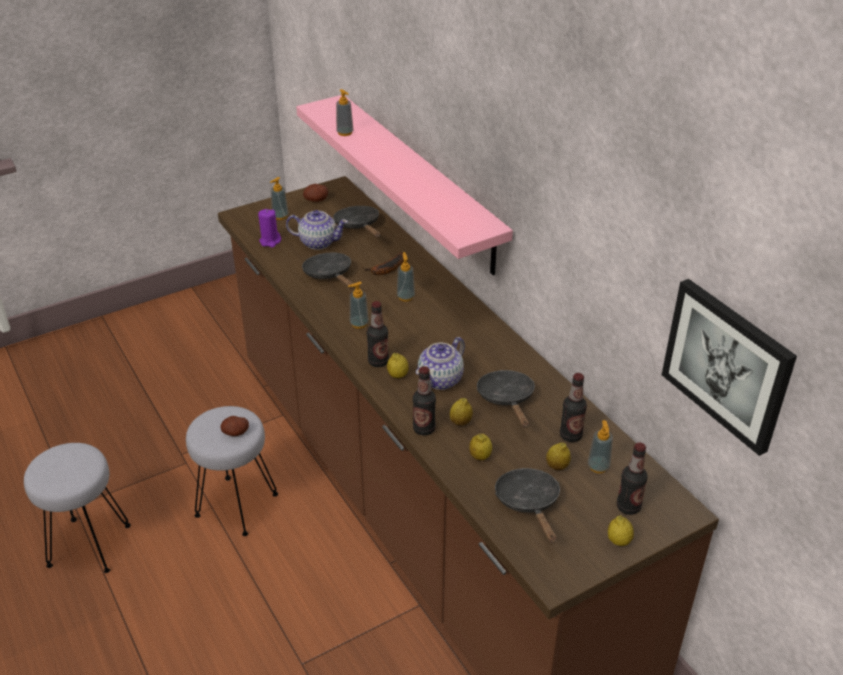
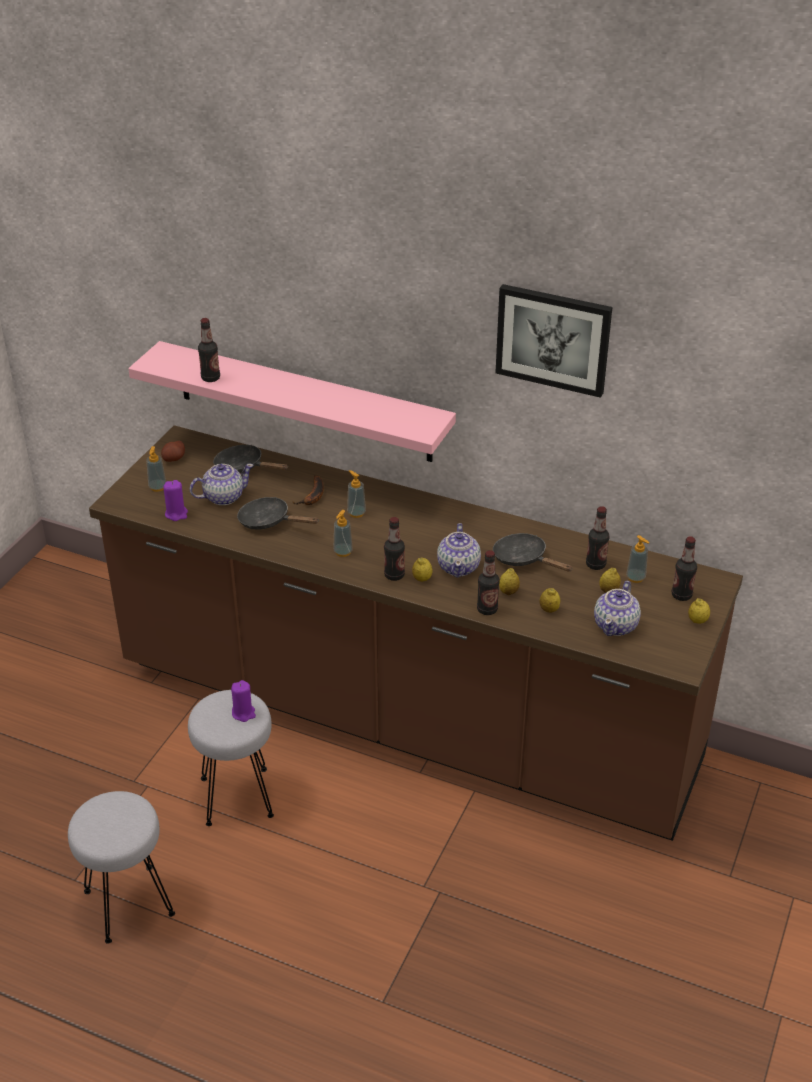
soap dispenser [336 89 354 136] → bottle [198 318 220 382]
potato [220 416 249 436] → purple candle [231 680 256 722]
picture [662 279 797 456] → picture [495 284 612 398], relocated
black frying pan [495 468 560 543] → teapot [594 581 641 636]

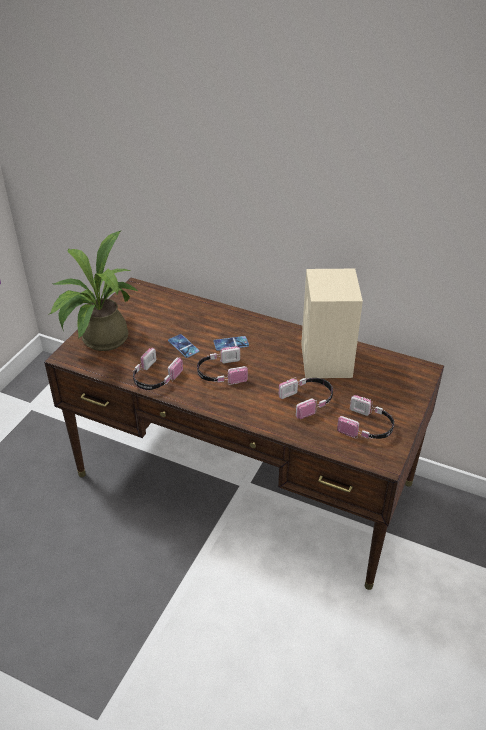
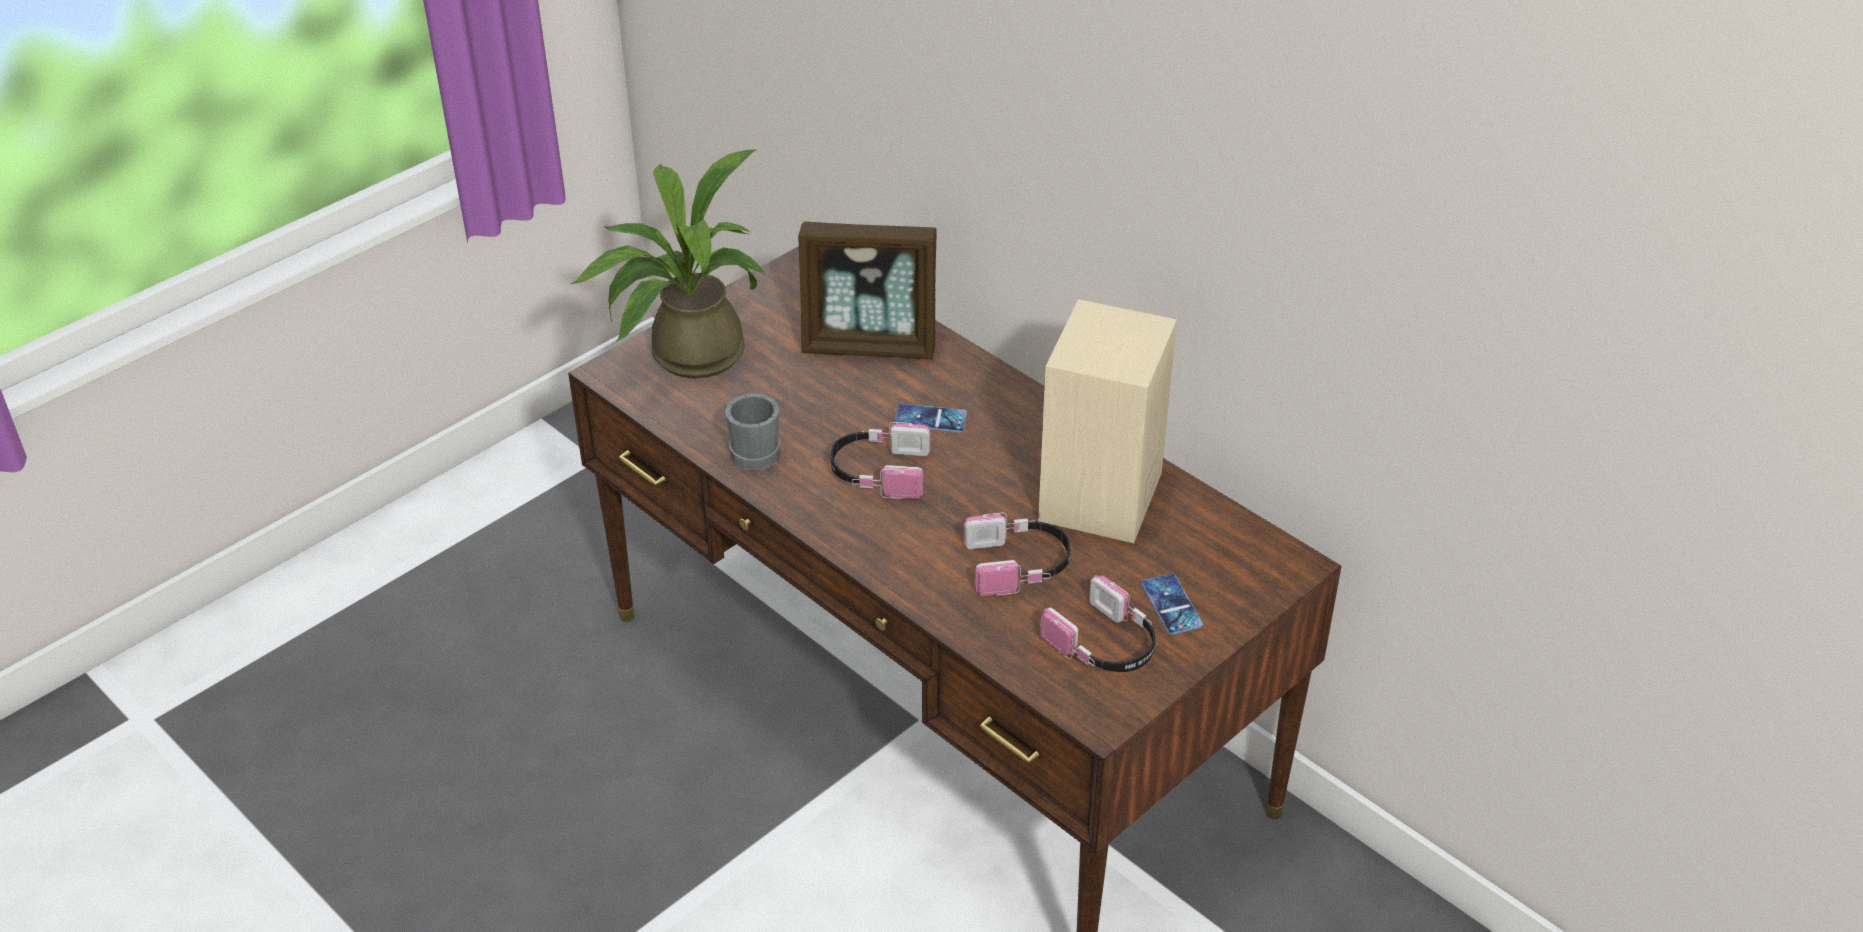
headphones [133 348 183 390] → grey mug [724 393 781 471]
- → picture frame [798 222 937 360]
phone [168 334 199 358] → phone [1141 573 1203 635], relocated

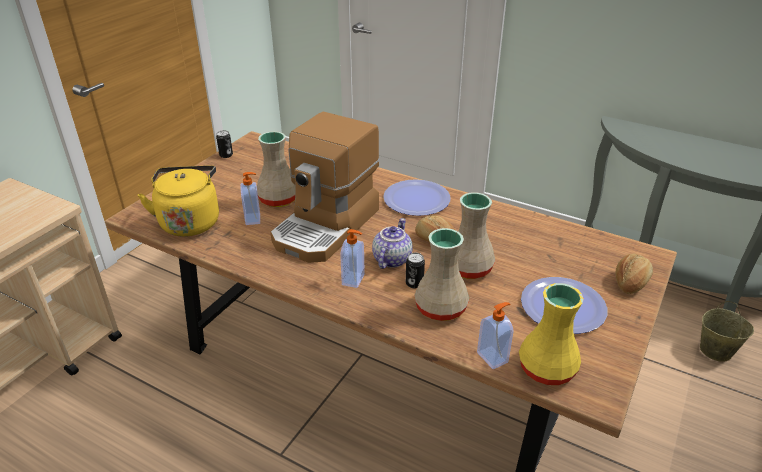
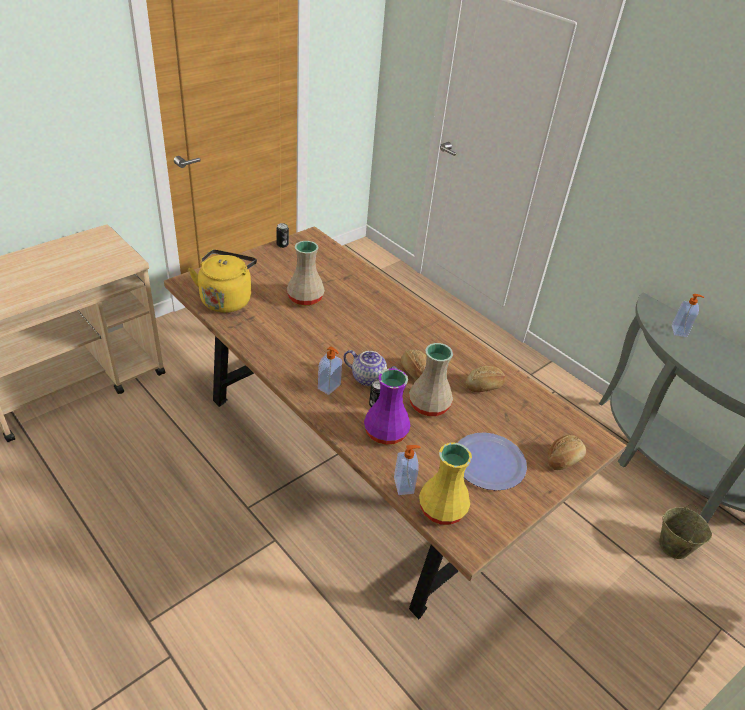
teapot [372 218 413 269] → teapot [343 350 398 386], 75 degrees clockwise
beige vase [414 228 469 321] → purple vase [364 368 411 445]
- → bread [466 366 506 392]
soap dispenser [241 172 260 225] → soap dispenser [672 294 704 337], relocated
coffee machine [270 111 380 263] → -
plate [383 179 451 216] → -

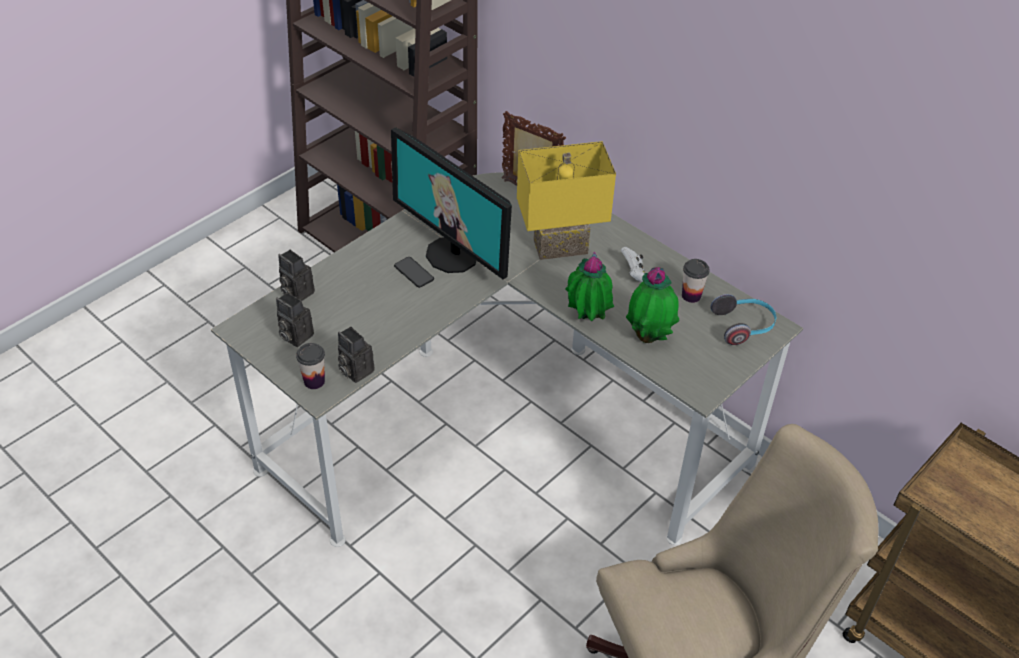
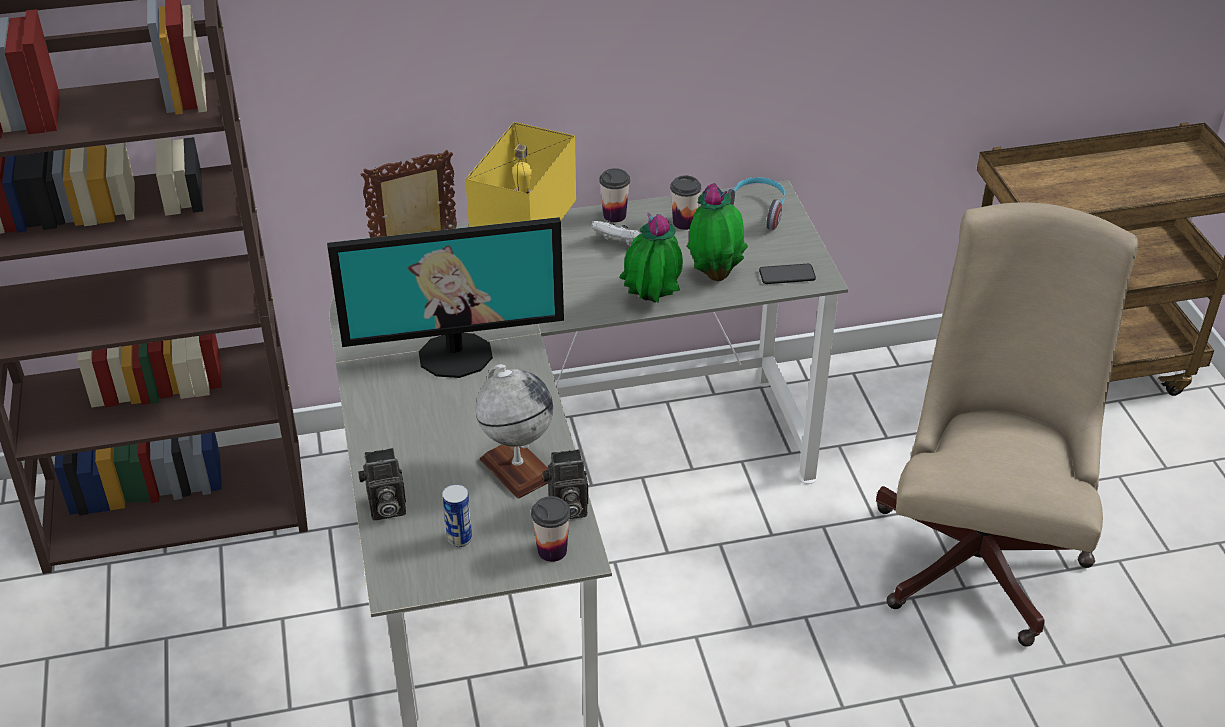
photo camera [276 292 314 347] → can [442 484 472 547]
- → globe [476 364 553 499]
- → cup [599 168 630 222]
phone [394 257 434 288] → phone [759 264 816 284], relocated

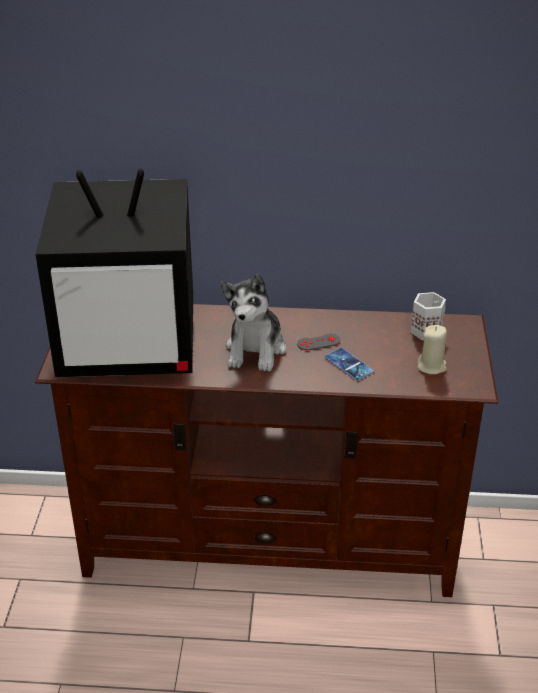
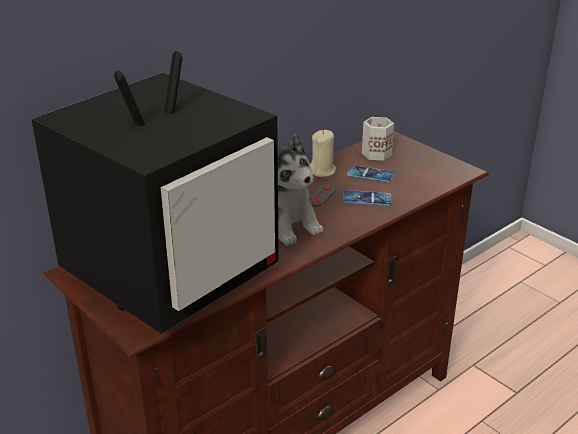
beige candle [417 325 447 375] → beige candle [310 130 336 177], relocated
- → phone [346 165 395 182]

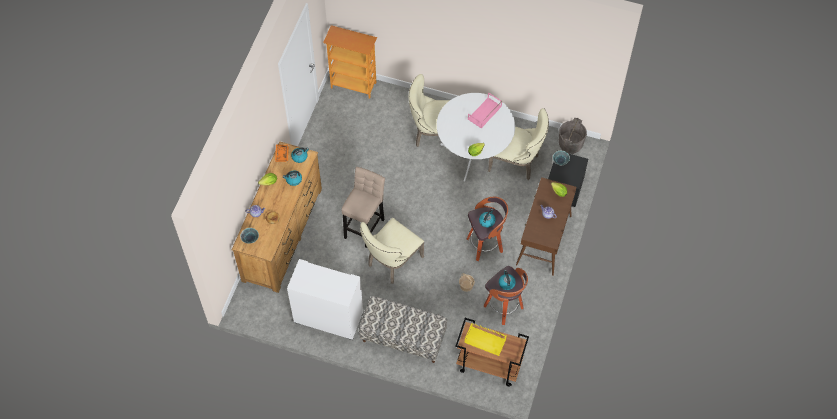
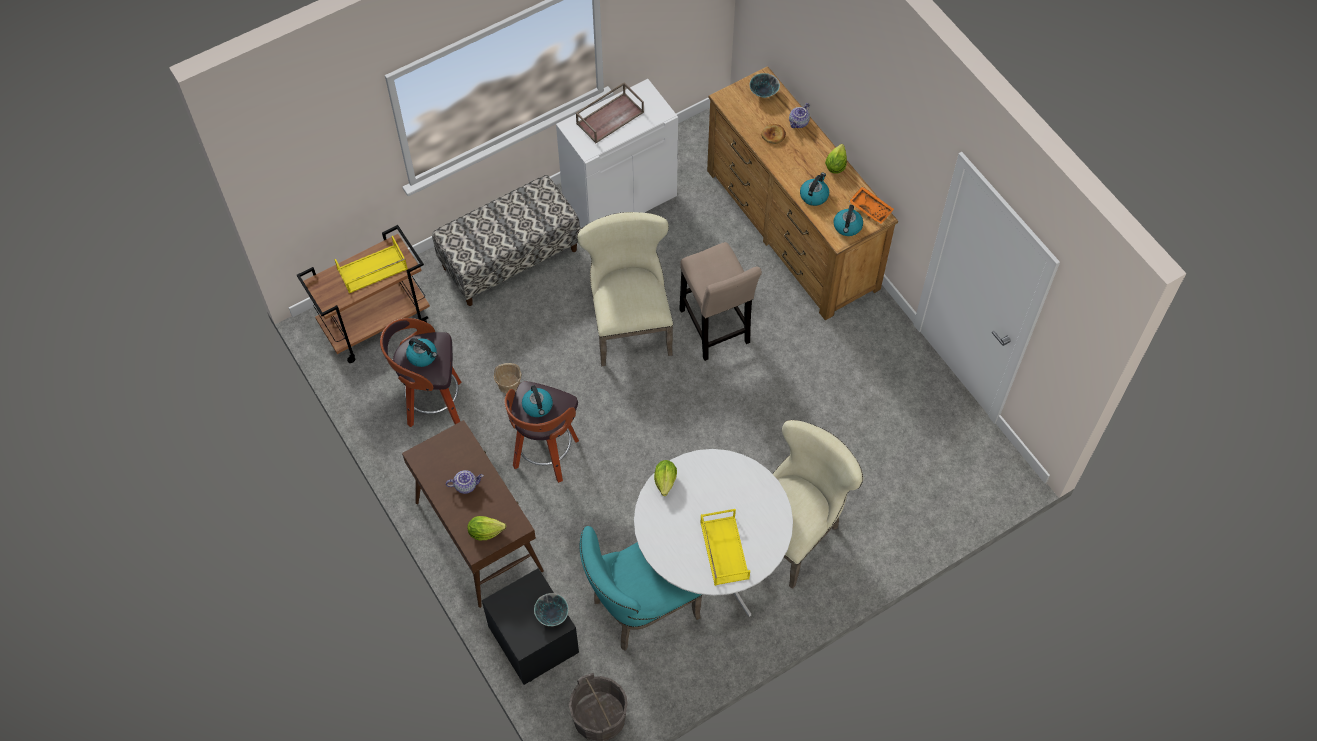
- → brown tray [576 82 644 143]
beige chair [488 108 549 180] → turquoise chair [580 526 702 651]
pink tray [468 92 502 128] → yellow tray [700 509 750 586]
bookcase [323 25 377 99] → -

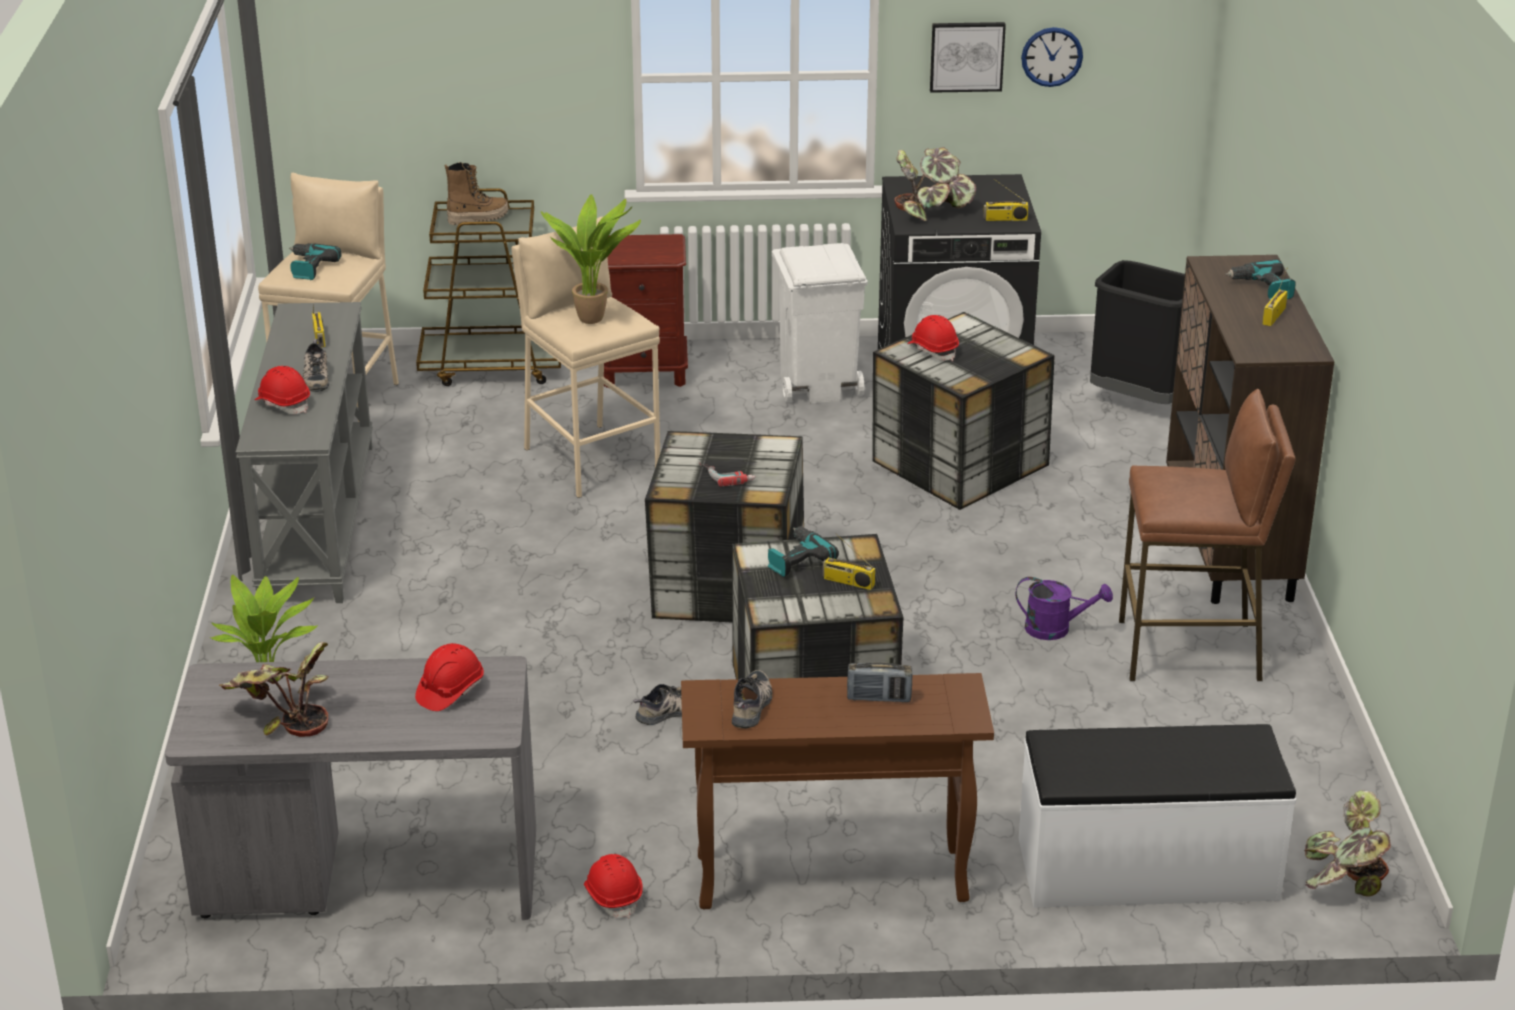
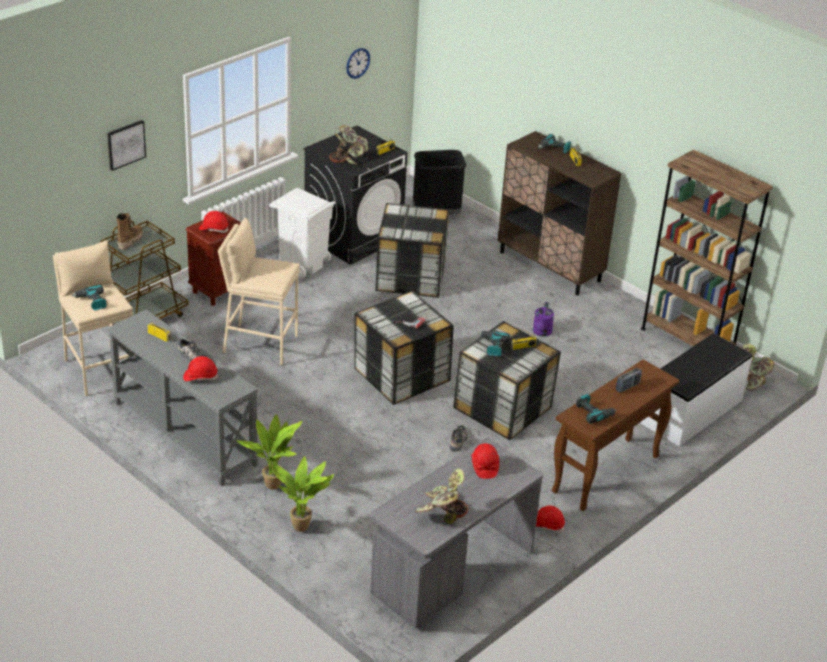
picture [930 22 1006 93] → picture [107 120 146 171], relocated
red hard hat [907 315 959 361] → red hard hat [199 211 229 233], relocated
potted plant [541 194 641 324] → potted plant [236 414 302 490], relocated
purple watering can [1016 577 1113 640] → purple watering can [533 302 554 337], 135 degrees clockwise
shoe [732 670 773 728] → power drill [576 394 617 424]
- → brown bookcase [641 150 773 346]
brown stool [1119 389 1296 681] → -

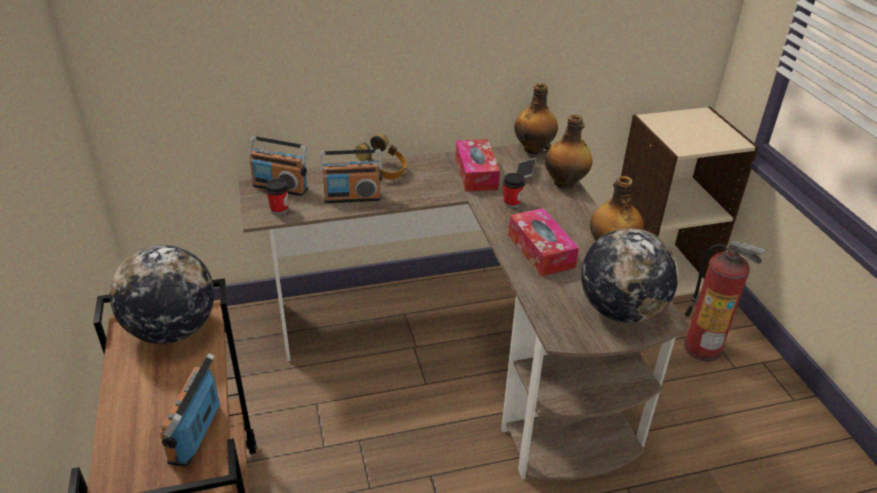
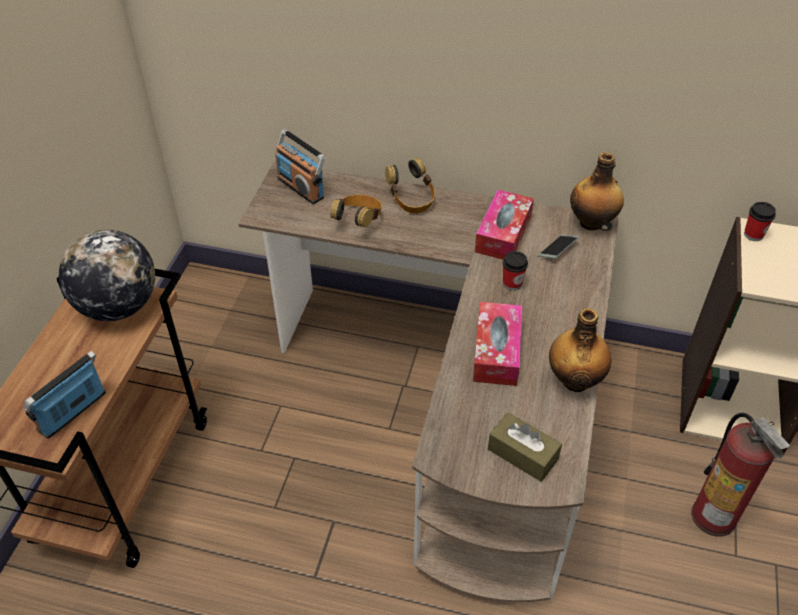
radio [319 149 382 203] → headphones [330 195 382 227]
globe [581 228 679 323] → brown tissue box [488 412 562 482]
cup [265 179 288 215] → cup [744 202 776 241], relocated
bottle [545 114 592 189] → -

